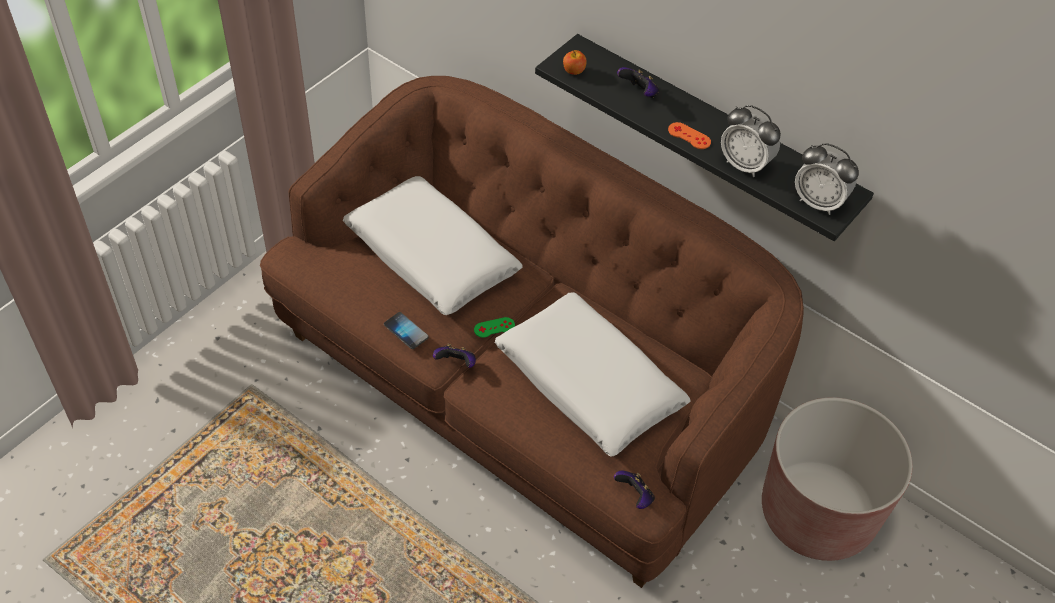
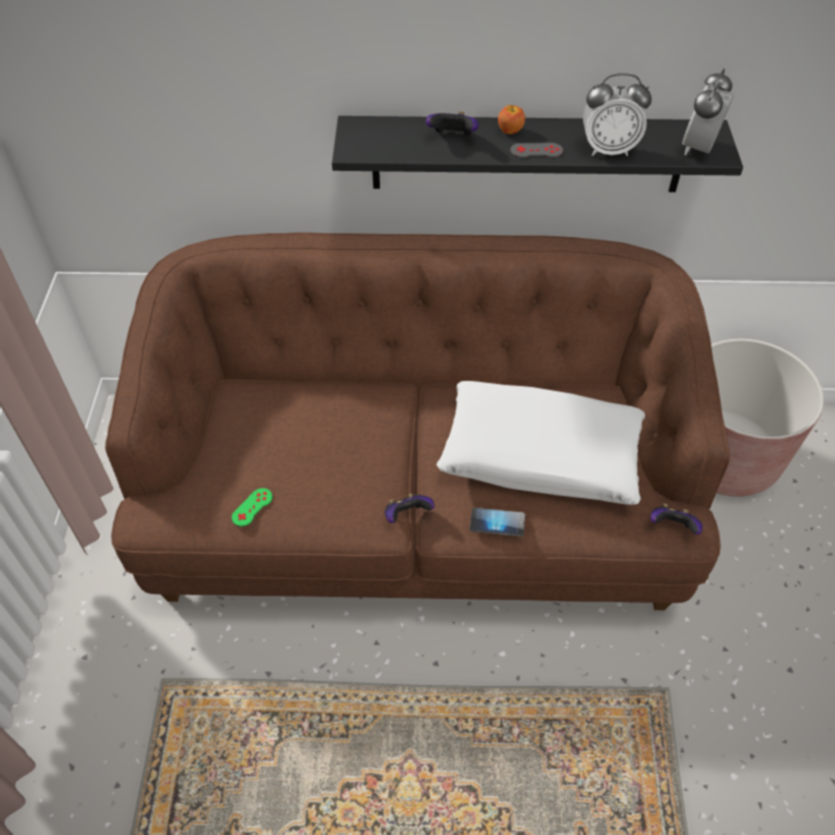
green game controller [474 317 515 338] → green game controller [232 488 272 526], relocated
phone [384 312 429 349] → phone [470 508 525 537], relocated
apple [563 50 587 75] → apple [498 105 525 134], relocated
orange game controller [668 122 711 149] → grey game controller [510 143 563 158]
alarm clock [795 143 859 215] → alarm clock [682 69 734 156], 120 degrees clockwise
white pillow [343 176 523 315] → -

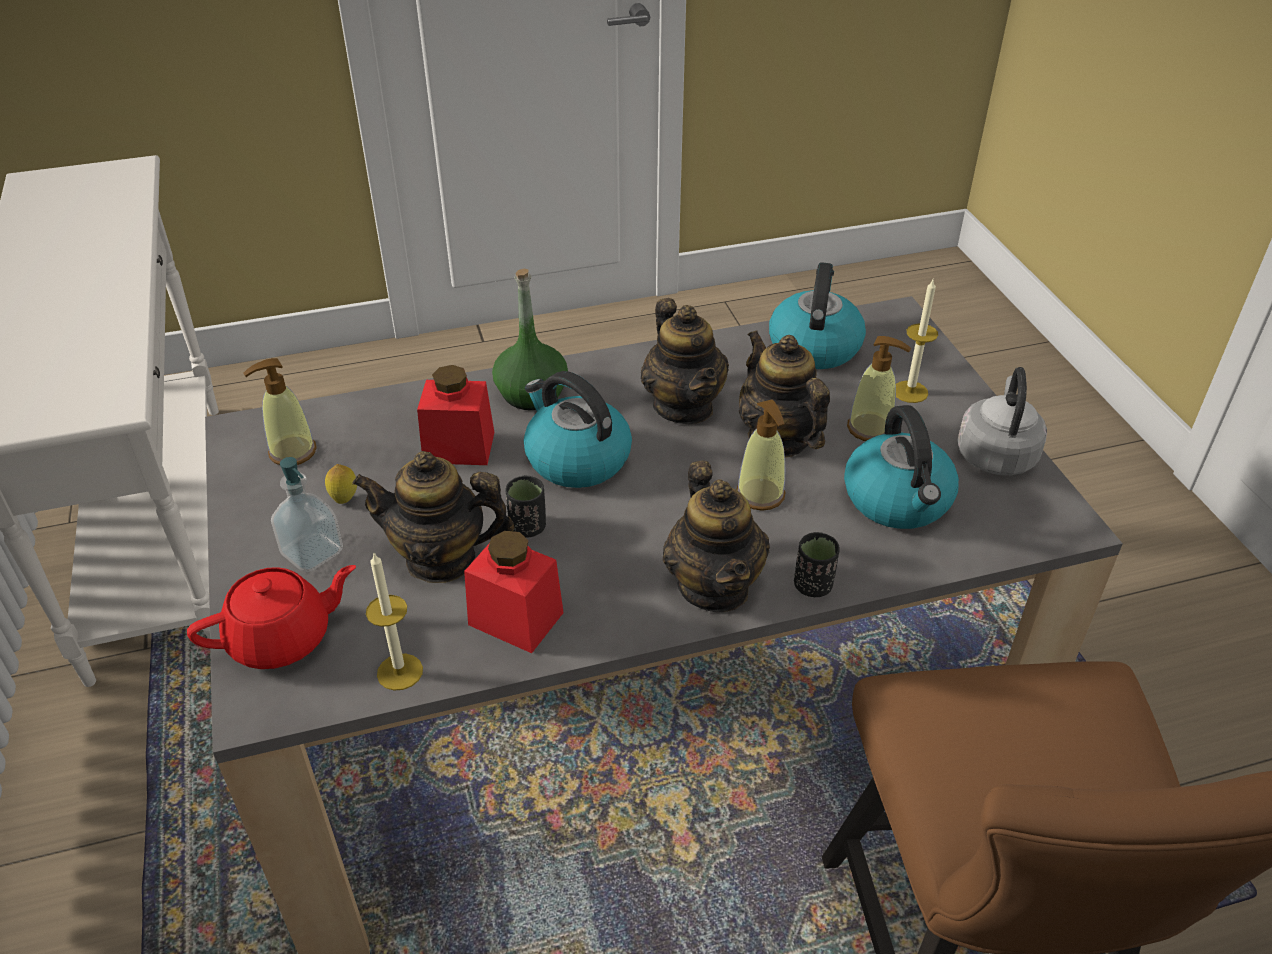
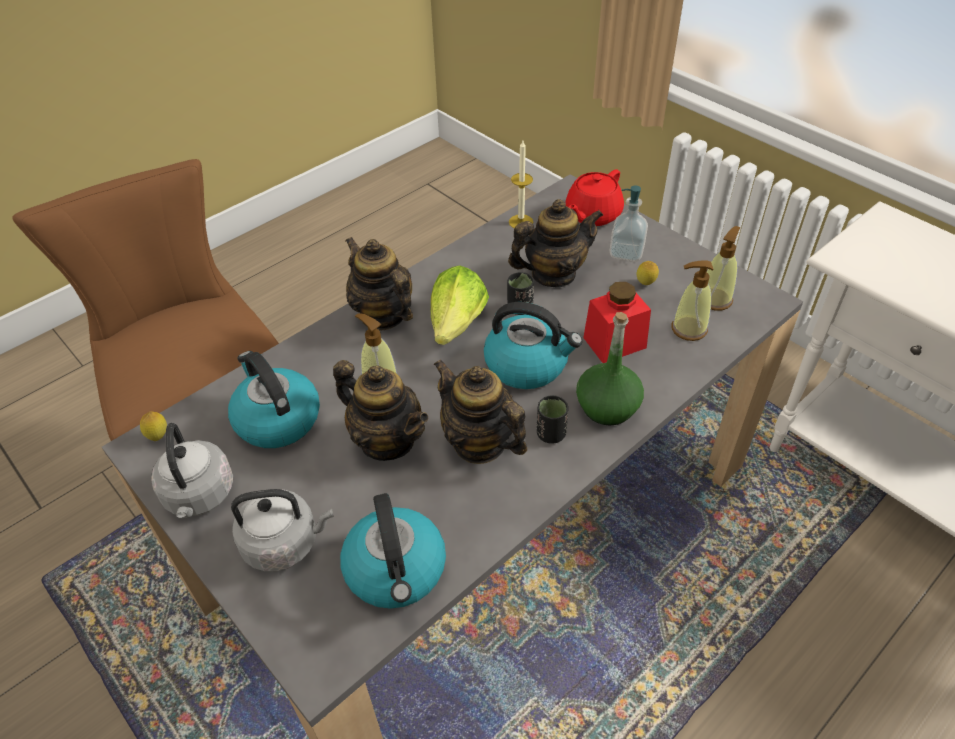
- → lemon [140 411 167 441]
candle [896 280 938 403] → grey kettle [231 489 334 572]
- → lettuce [430 265 489 345]
black cup [794 532 840 597] → black cup [537 395 568 444], relocated
soap dispenser [847 336 911 441] → soap dispenser [672 260 714 341], relocated
red jar [464 531 564 653] → -

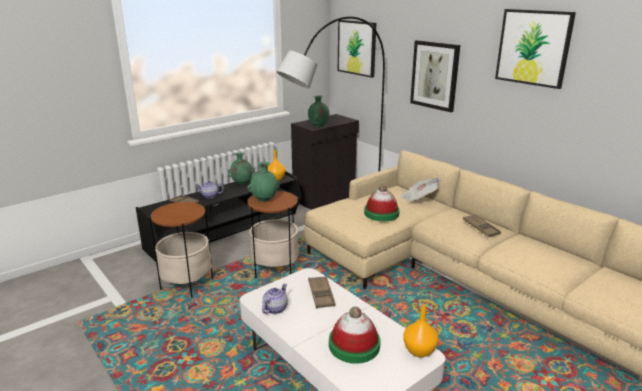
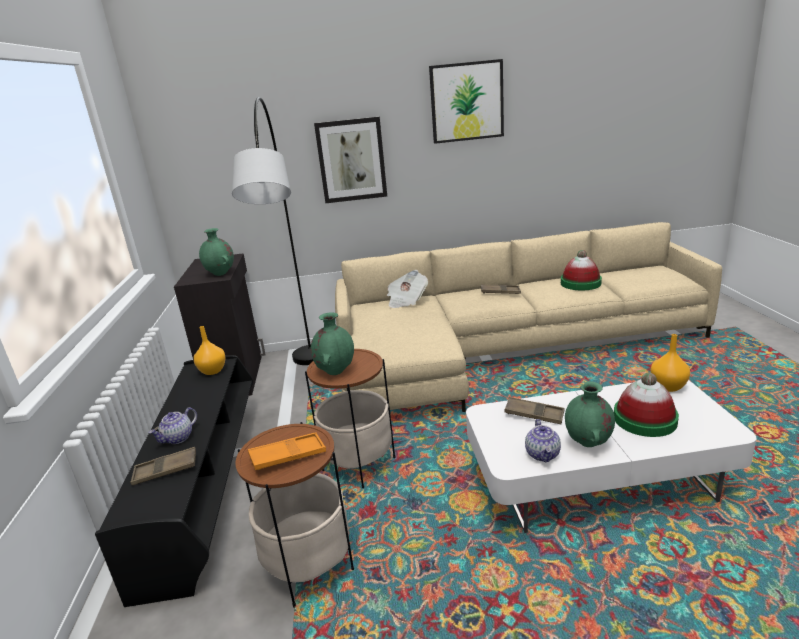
- → orange tray [248 432 326 470]
teapot [262 284 288 314] → teapot [525 419 561 462], 150 degrees counterclockwise
hat [364 185 400 221] → hat [561 250 602 291], relocated
green vase [228 152 254 185] → green vase [565 381 615 447], relocated
picture [338 20 376 78] → -

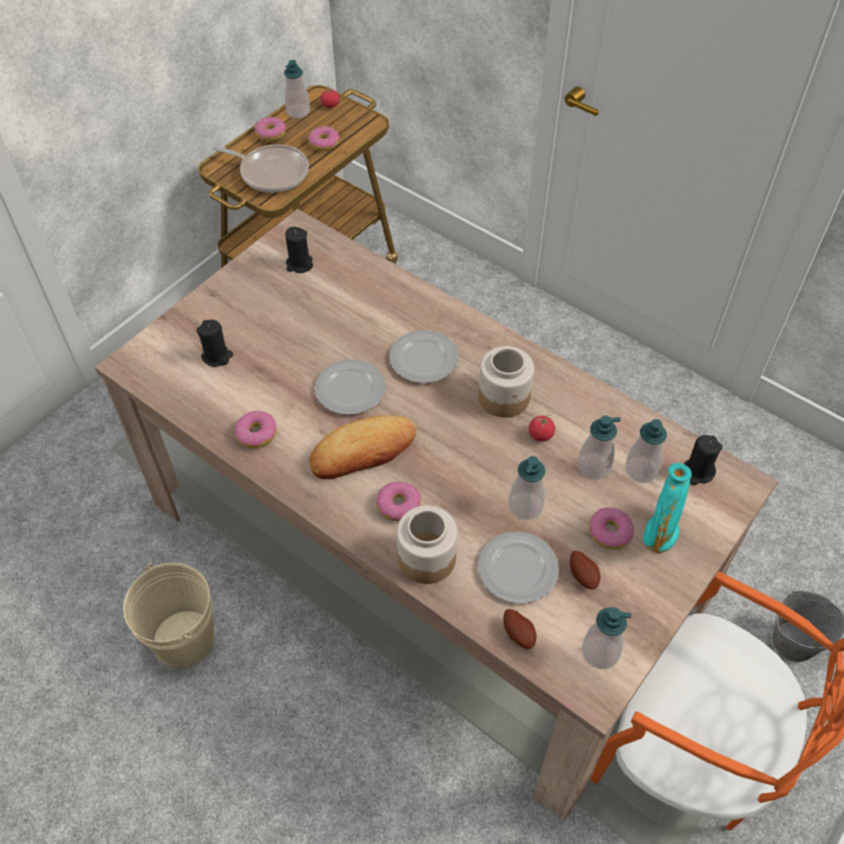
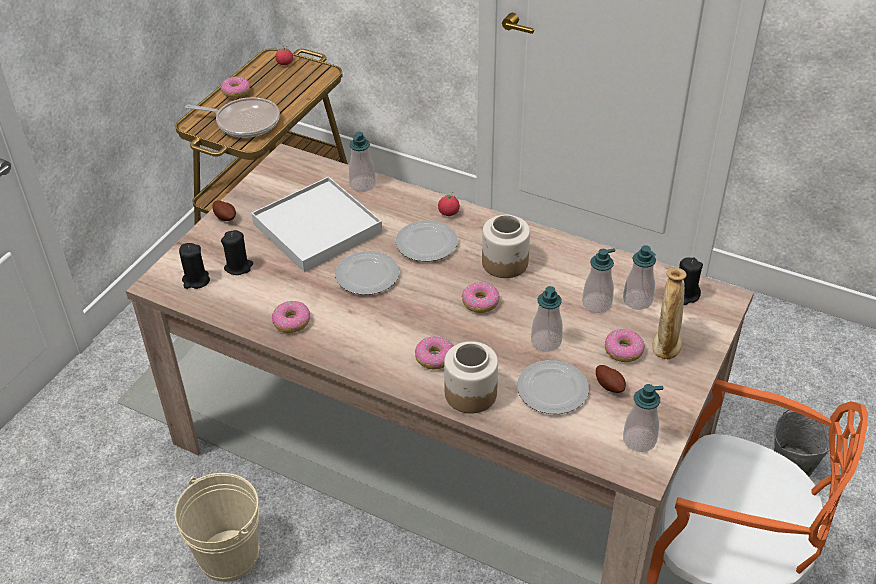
black candle [285 227 313 273] → black candle [179 243 210 289], relocated
potato [503 609 536 649] → potato [213 200 236 221], relocated
- → white tray [251 177 382 272]
soap dispenser [284 60 310 118] → soap dispenser [349 132 376 192], relocated
tomato [529 414 555 442] → tomato [438 192 460 216], relocated
donut [308 126 339 151] → donut [462 282 499 313], relocated
turquoise vase [643 463 692 553] → beige vase [653 267 687 359]
bread [310 415 417 479] → -

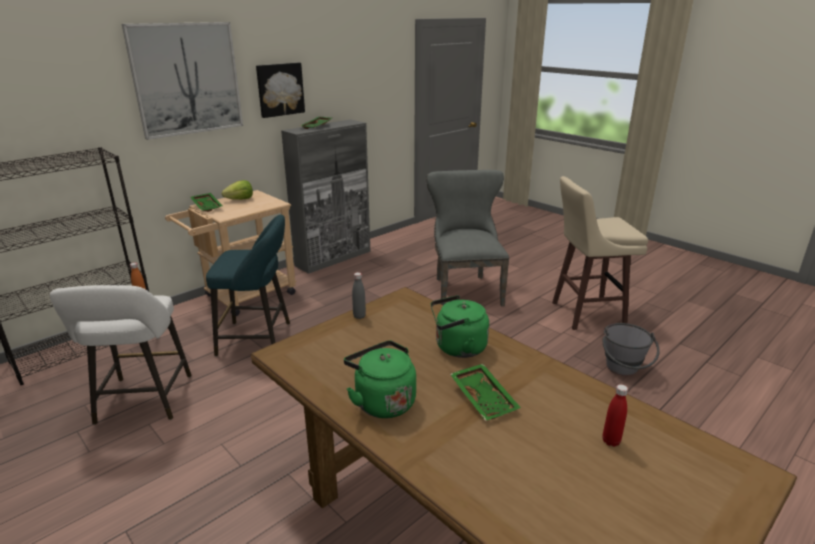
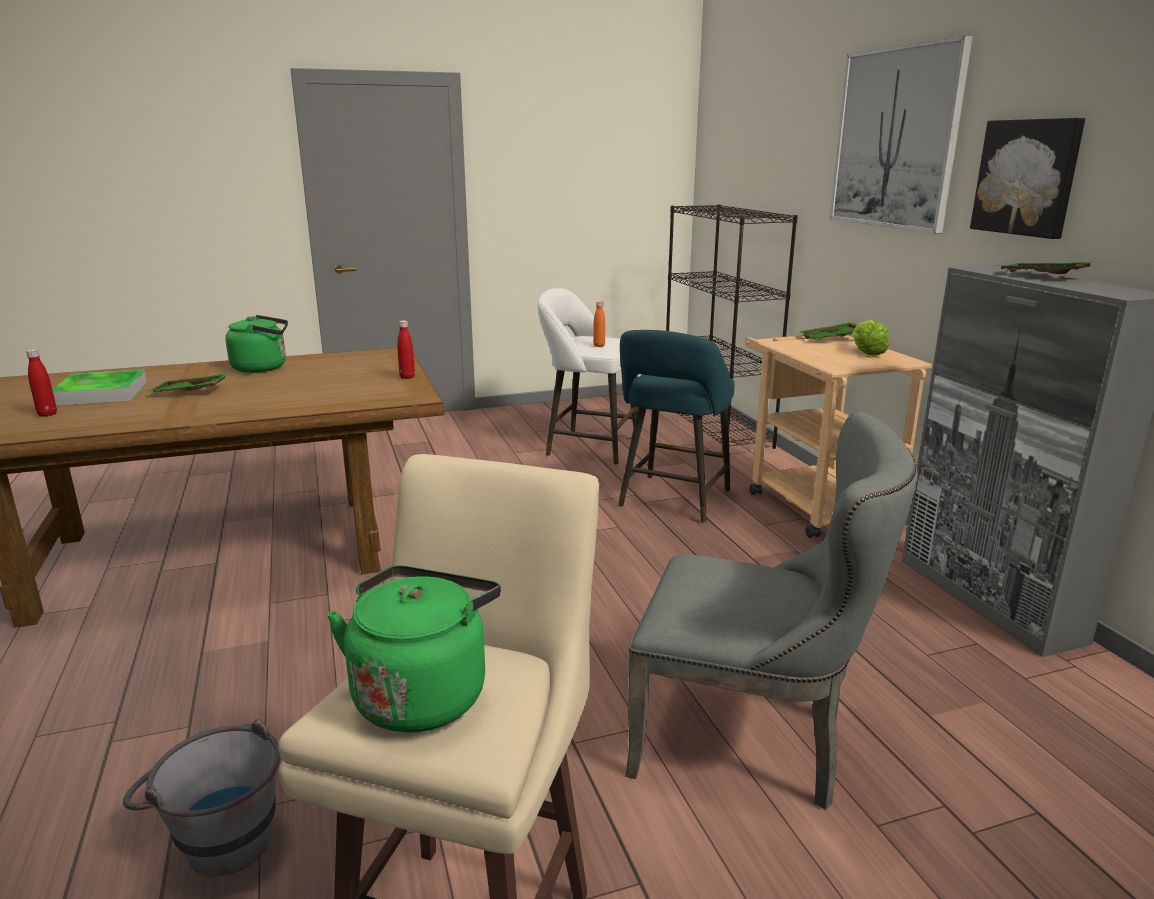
- → tray [52 370 147 406]
green kettle [431 295 489 358] → green kettle [327 565 501 733], relocated
grey bottle [352 272 366 319] → red bottle [397 320 415 379]

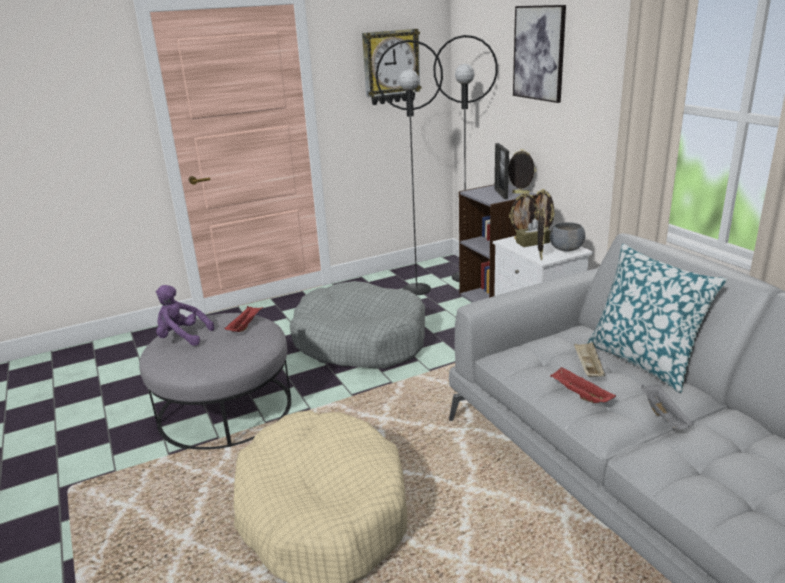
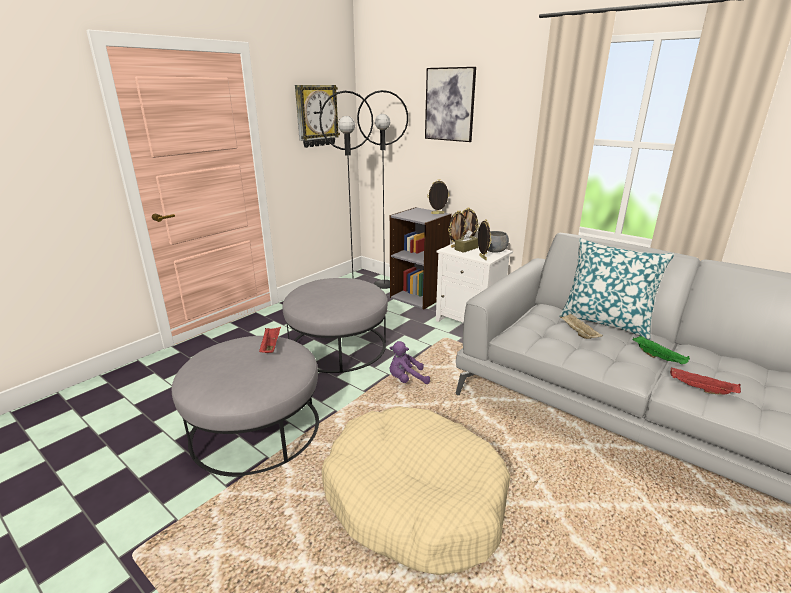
grey dog bed [290 281 425 369] → grey ottoman [282 278 388 373]
purple plush toy [156 285 214 346] → purple plush toy [389 341 430 384], relocated
grey tray [641 385 694 430] → green tray [633 336 690 364]
red tray [550 367 616 403] → red tray [670 367 741 395], relocated
picture frame [495 143 509 199] → -

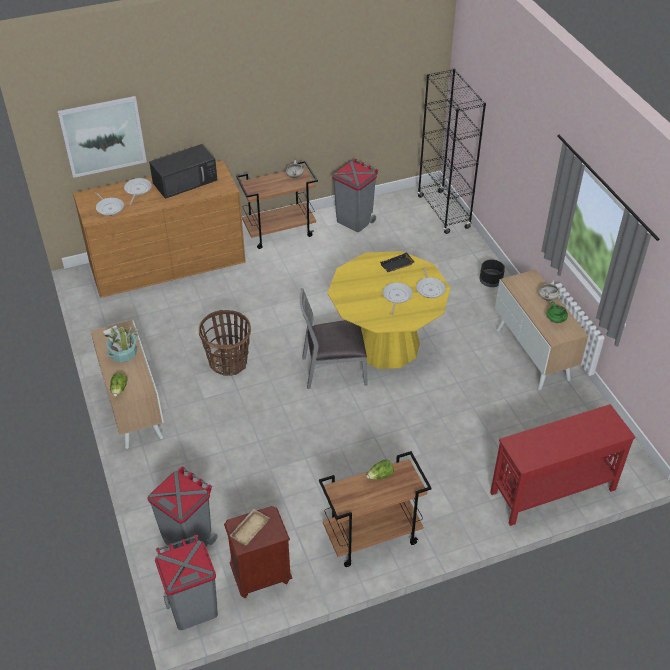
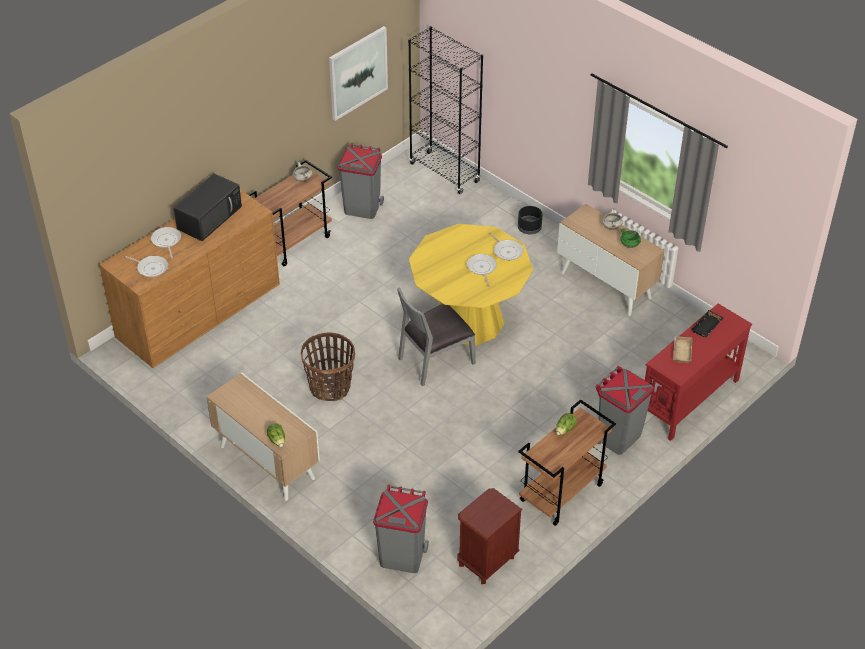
picture [58 96 147 178] → picture [329 26 388 121], relocated
grey trash can [155 535 218 630] → grey trash can [595 366 654 455], relocated
beige tray [230 509 270 546] → beige tray [673 336 692 363], relocated
black tray [380 252 414 272] → black tray [692 310 723 337], relocated
potted plant [103 326 138 363] → -

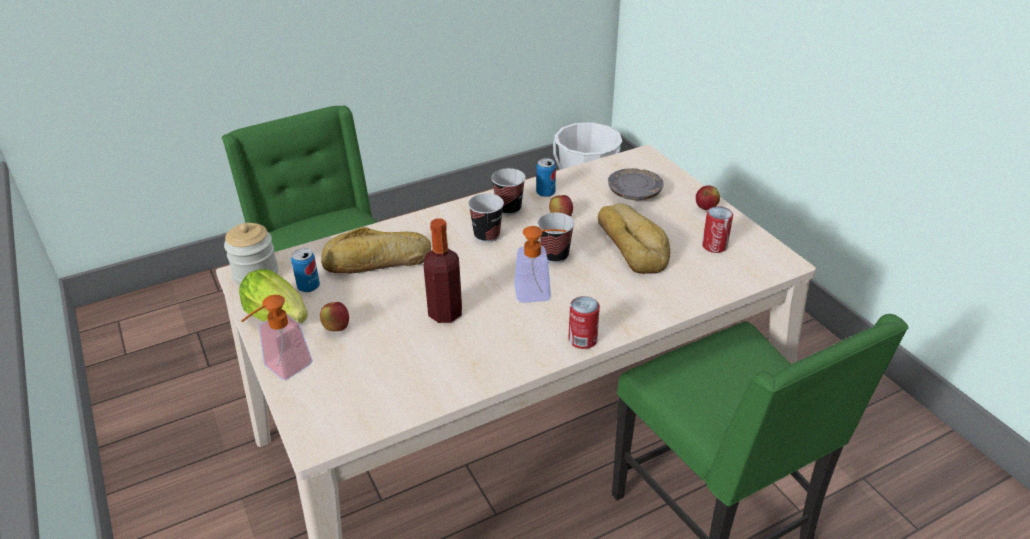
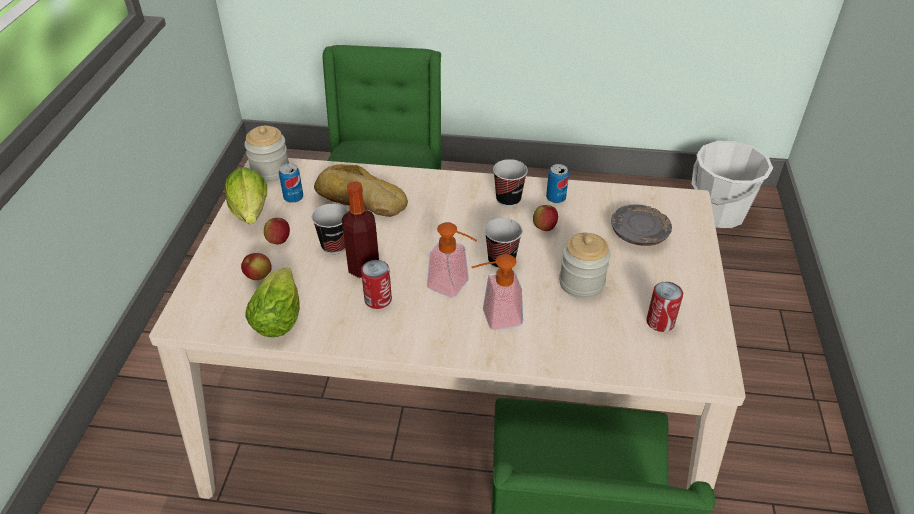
apple [696 185 720 210] → apple [241 253 272 280], relocated
- → lettuce [245 267 300 337]
cup [468 193 504 243] → cup [312 204 348 254], relocated
can [568 296 600 349] → can [361 260 392 309], relocated
soap dispenser [241 295 313 380] → soap dispenser [472 254 523 330], relocated
bread [598 203 670 274] → jar [559 233 611 299]

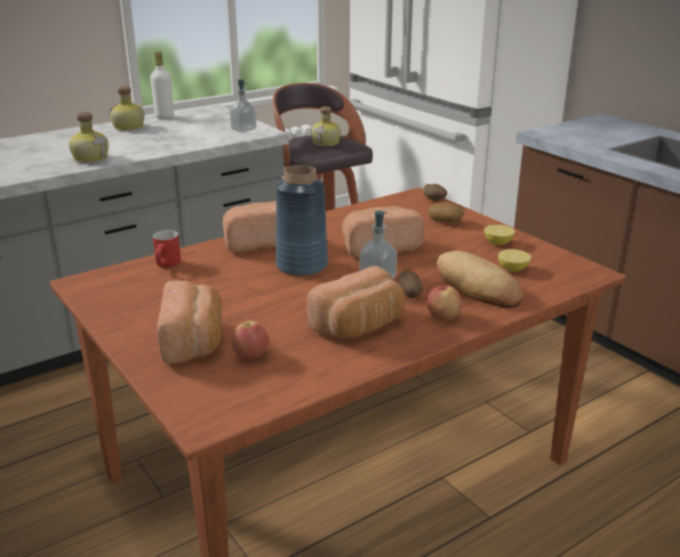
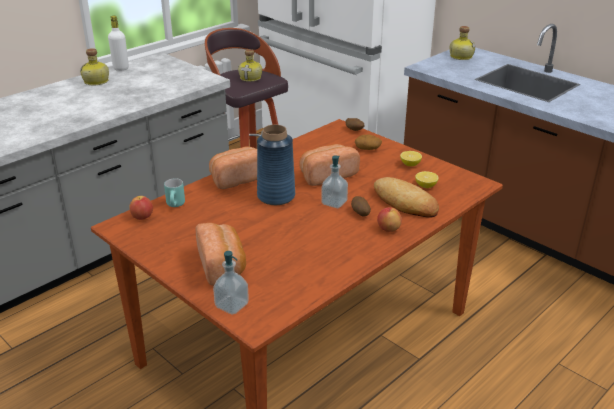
apple [232 321 269 360] → apple [129 196 153 220], relocated
red mug [153 230 181 268] → turquoise mug [164 178 185 207]
soap dispenser [229 79 256 132] → soap dispenser [213 251 249 315], relocated
bottle [69 112 109 163] → bottle [450 26 475 60], relocated
bread [307 266 405 339] → -

